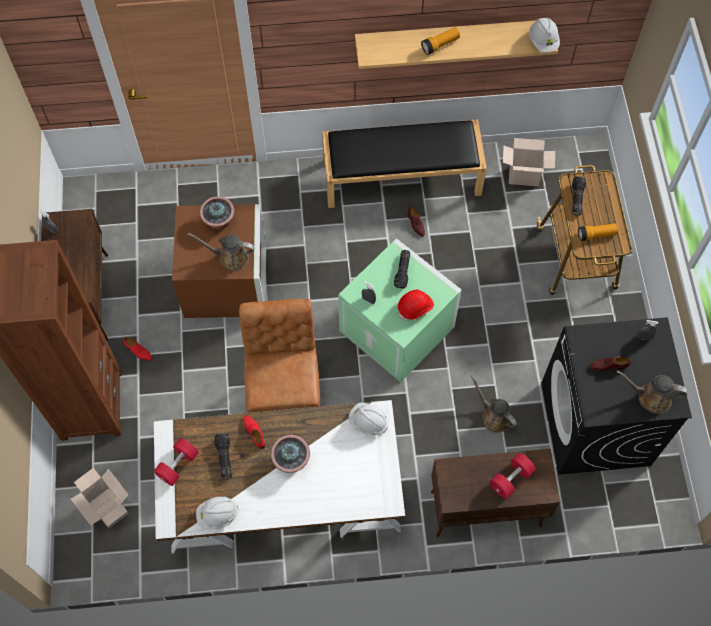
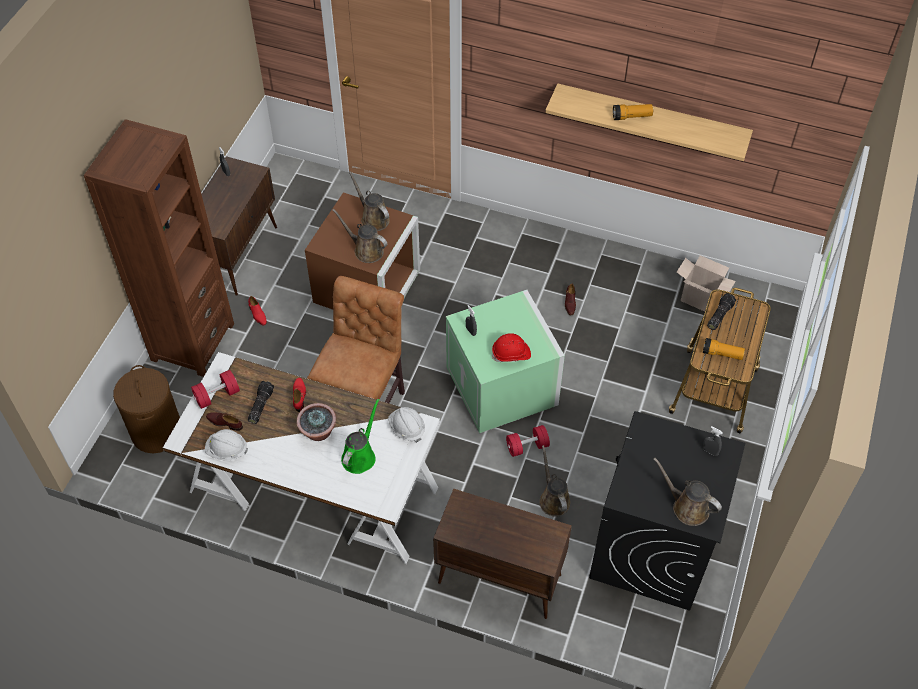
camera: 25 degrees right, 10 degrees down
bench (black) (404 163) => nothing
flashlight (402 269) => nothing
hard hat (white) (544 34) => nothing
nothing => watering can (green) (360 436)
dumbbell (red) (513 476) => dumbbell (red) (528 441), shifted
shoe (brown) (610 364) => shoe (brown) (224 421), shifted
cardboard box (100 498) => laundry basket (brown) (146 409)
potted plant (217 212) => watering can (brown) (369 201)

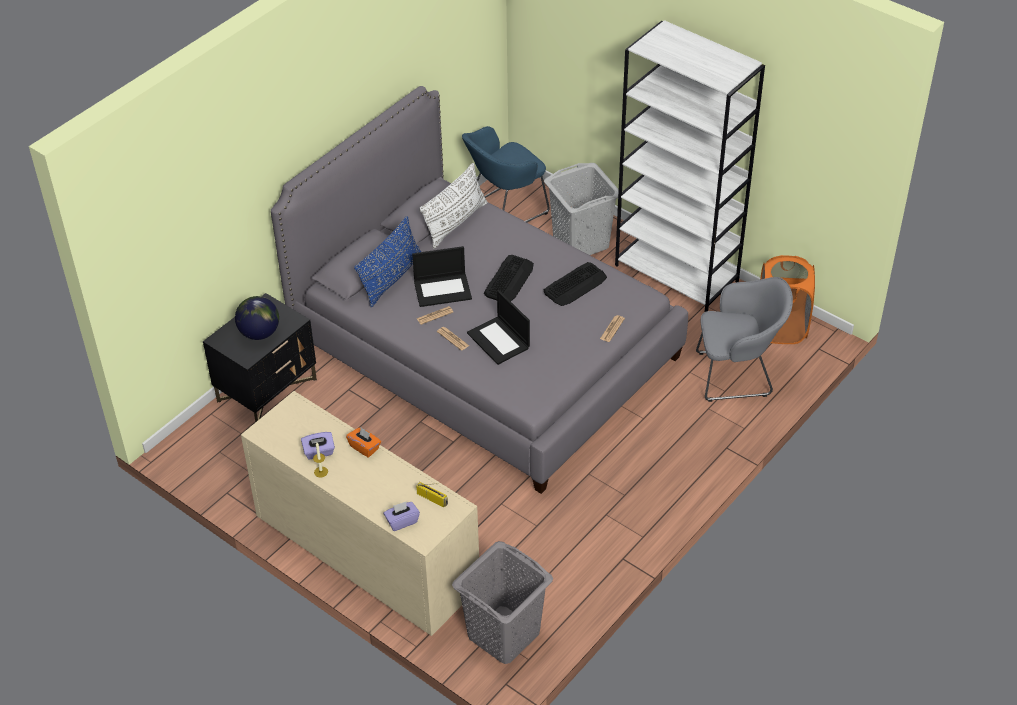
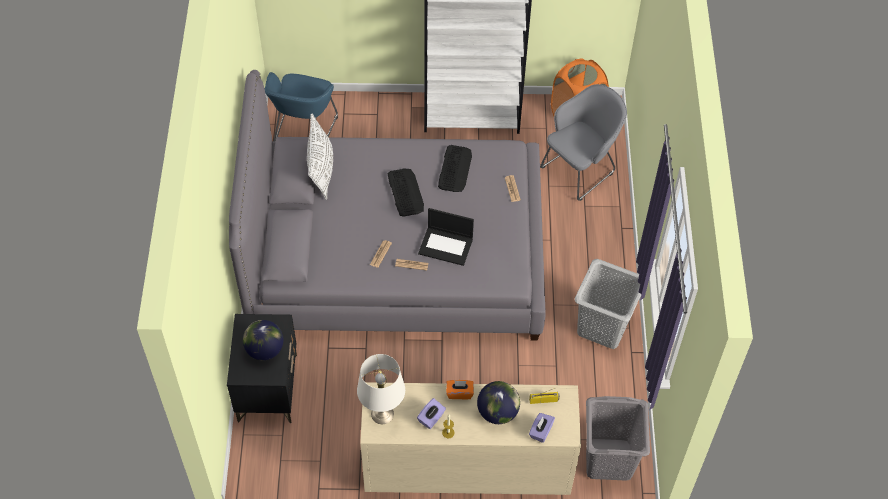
camera: 40 degrees left, 10 degrees up
pillow (blue) (387 262) => nothing
laptop (442 276) => nothing
nothing => table lamp (white) (381 389)
nothing => globe (498 402)
laundry basket (grey) (581 209) => laundry basket (grey) (608 304), shifted

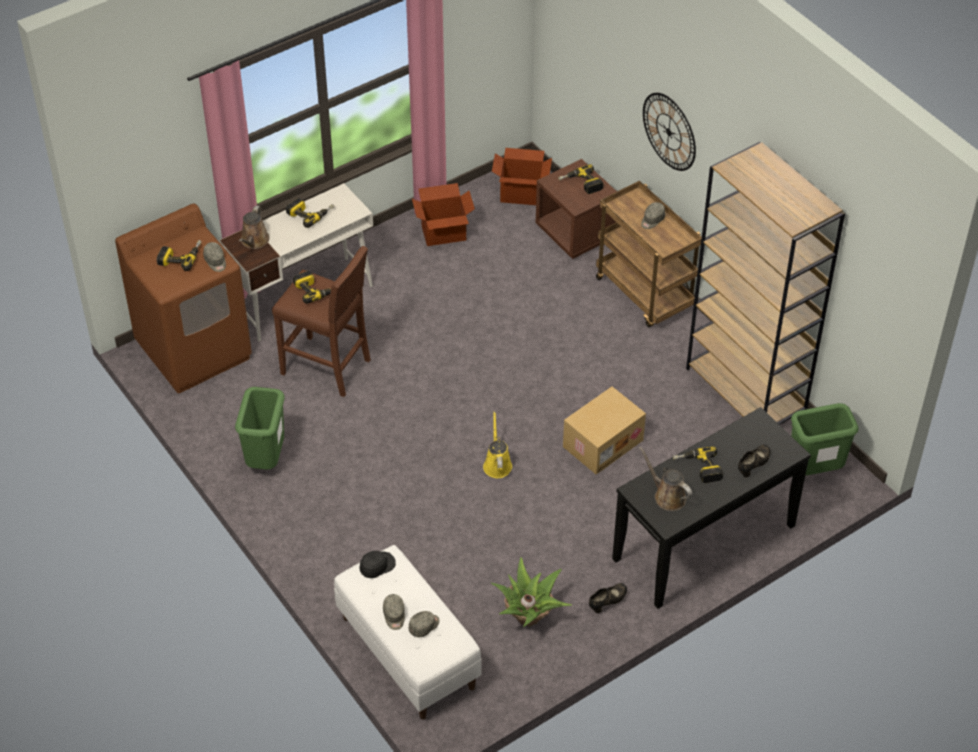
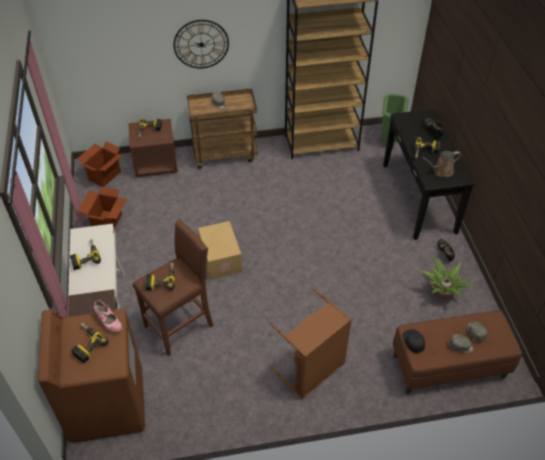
camera: 65 degrees left, 0 degrees up
trash can (green) (260 428) => nothing
watering can (brown) (254 227) => nothing
watering can (yellow) (497 444) => nothing
nothing => laundry basket (brown) (310 343)
cardboard box (604 430) => cardboard box (220 250), shifted
cap (grey) (214 257) => shoe (pink) (108 316)
bench (white) (408 632) => bench (brown) (457 352)

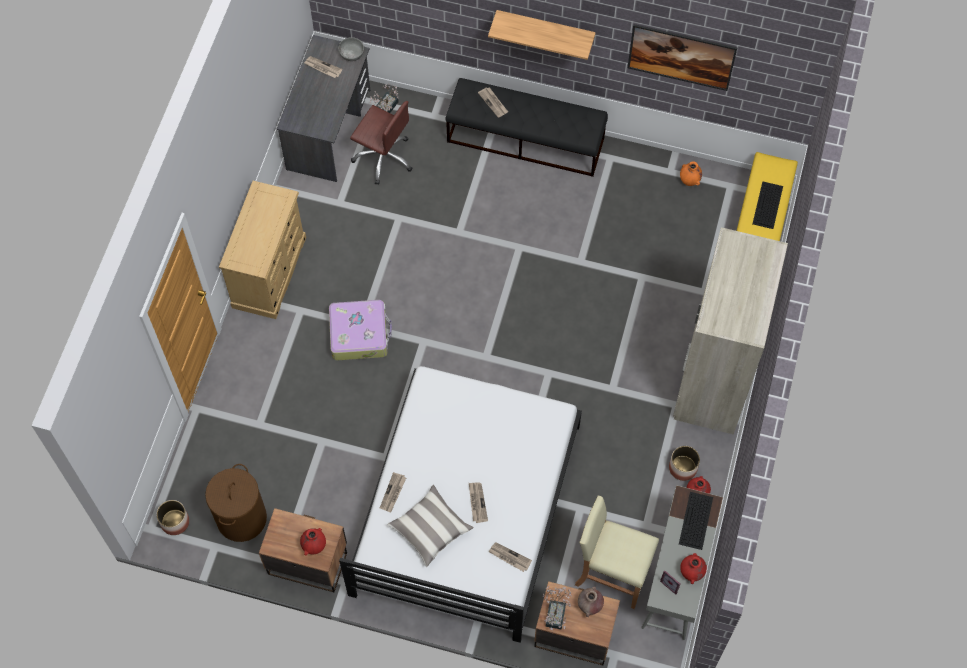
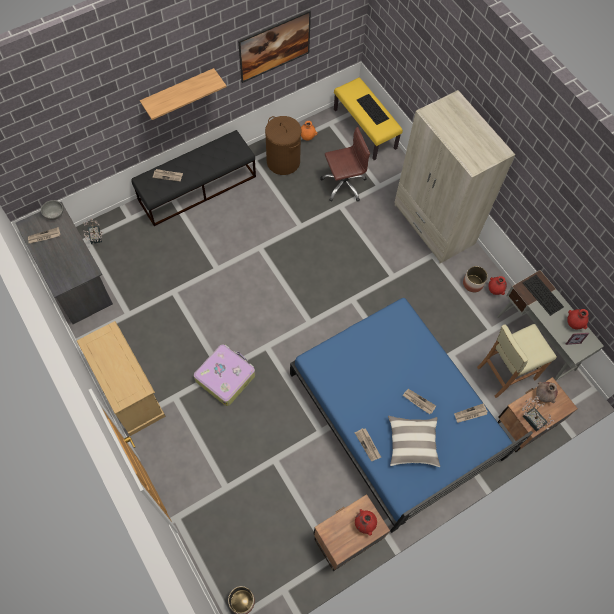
camera: 50 degrees left, 0 degrees up
laundry basket (brown) (236 503) => laundry basket (brown) (283 145), shifted
office chair (brown) (381 143) => office chair (brown) (345 164), shifted
bed (white) (460 504) => bed (blue) (411 415)

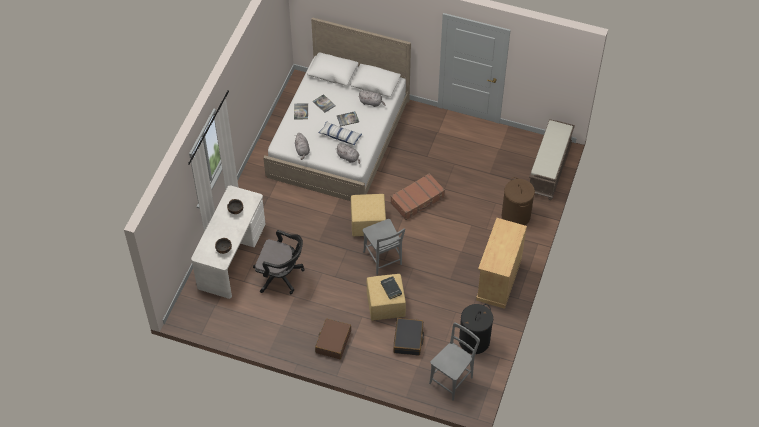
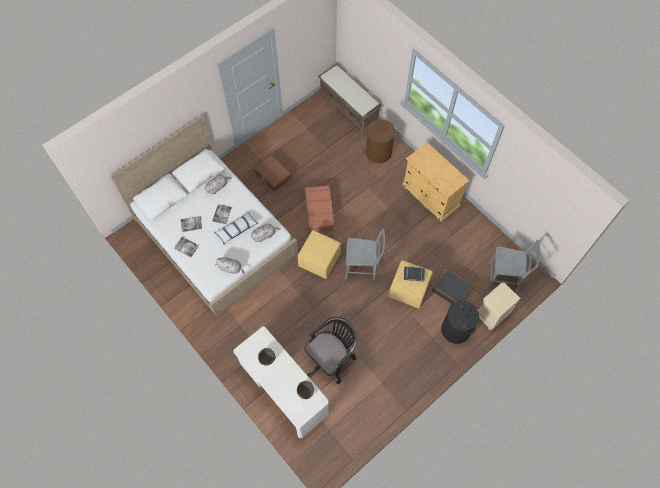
camera: 60 degrees left, 10 degrees up
nothing => nightstand (beige) (499 306)
suitcase (brown) (333 339) => suitcase (brown) (272 173), shifted
laundry basket (black) (476 329) => laundry basket (black) (460 321), shifted
chair (grey) (454 361) => chair (grey) (513 266), 120 degrees clockwise

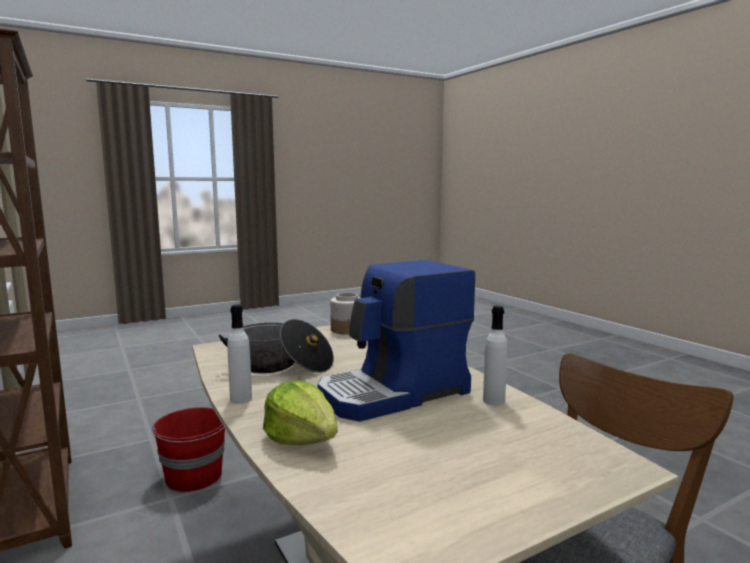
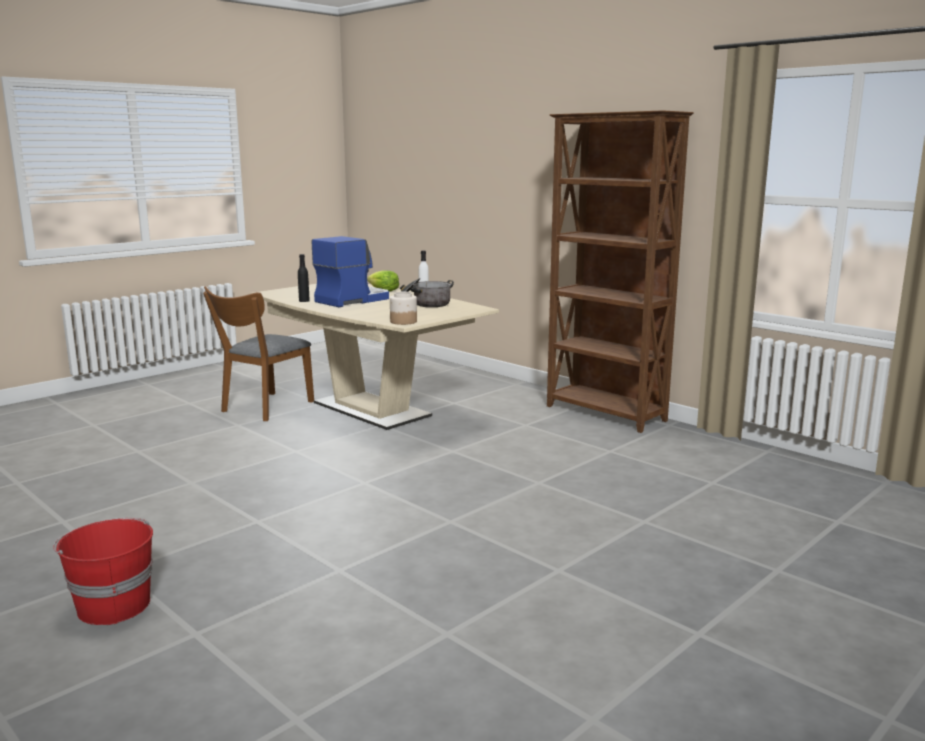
camera: 165 degrees right, 5 degrees up
bucket (red) (188 449) => bucket (red) (103 571), shifted
bottle (white) (495 356) => bottle (black) (304 278)

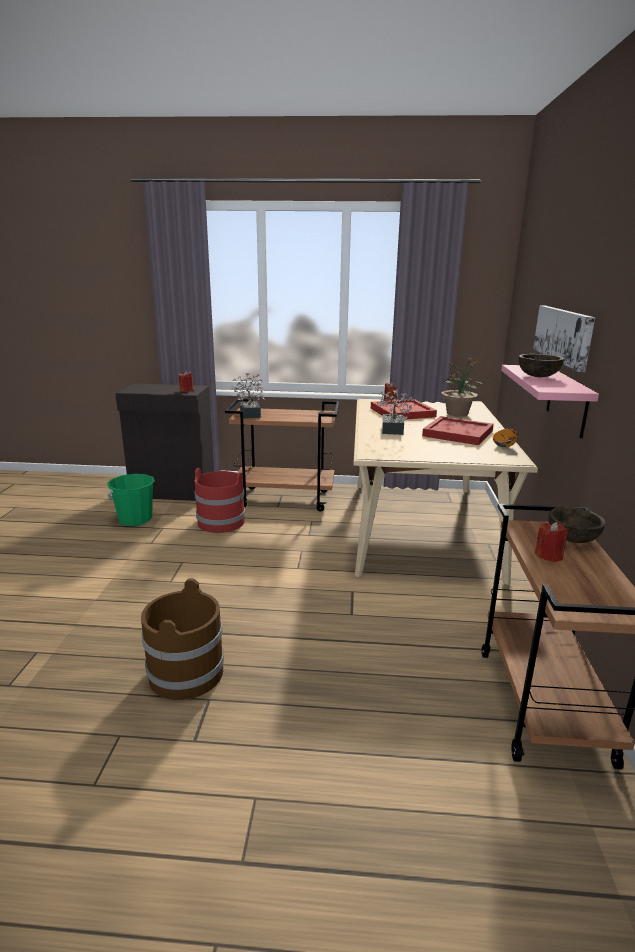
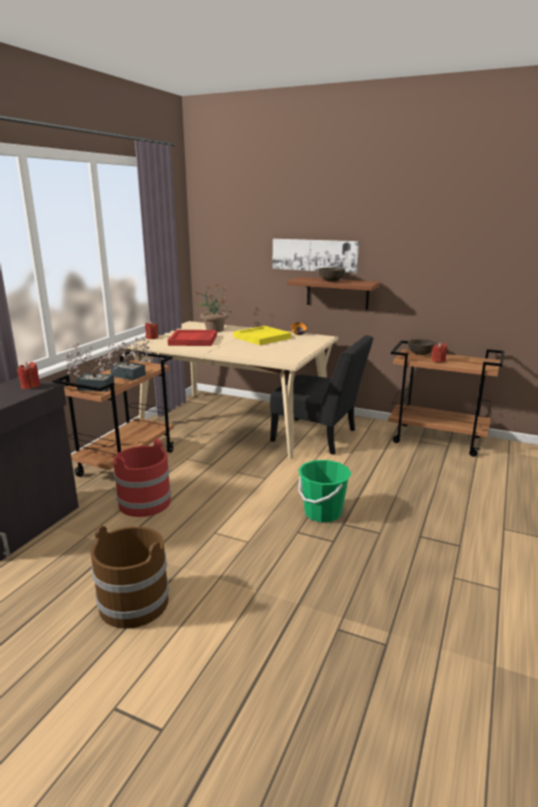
camera: 70 degrees left, 0 degrees up
nothing => chair (black) (322 395)
bucket (green) (131 500) => bucket (green) (324 491), shifted
bucket (brown) (182 639) => bucket (brown) (130 577), shifted
potted plant (396 412) => potted plant (128 359), shifted
tray (red) (458 430) => tray (yellow) (262 335)
shelf (pink) (550 402) => shelf (brown) (333 293)

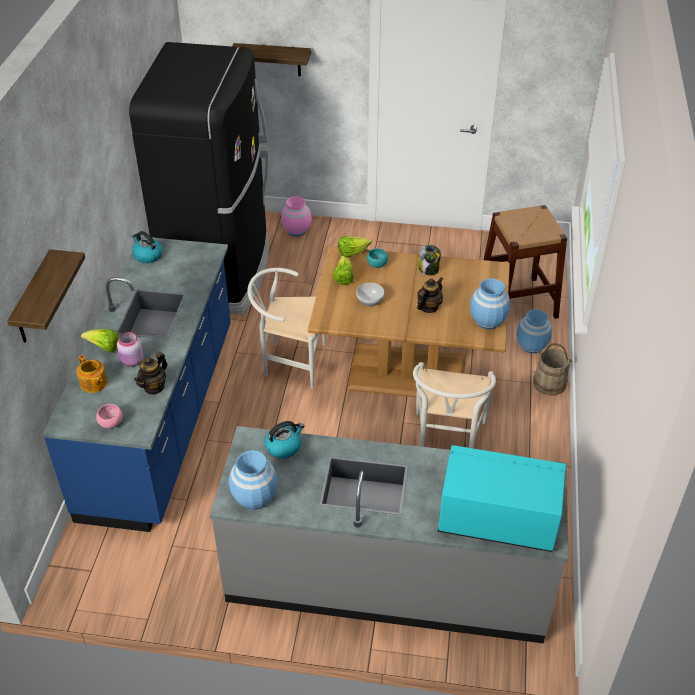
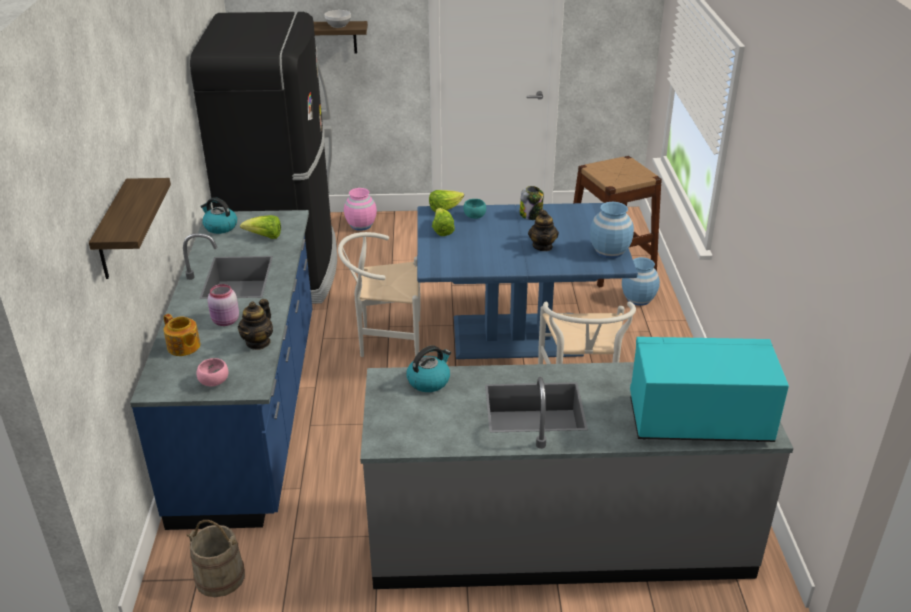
camera: 10 degrees left, 10 degrees down
vase (blue) (253 480) => nothing
lettuce (100 340) => lettuce (260 227), shifted
bowl (370 295) => bowl (338 19), shifted
bucket (beige) (553 369) => bucket (beige) (216 558), shifted
dining table (brown) (409 321) => dining table (blue) (527 281)
teapot (430 295) => teapot (543 230), 150 degrees clockwise

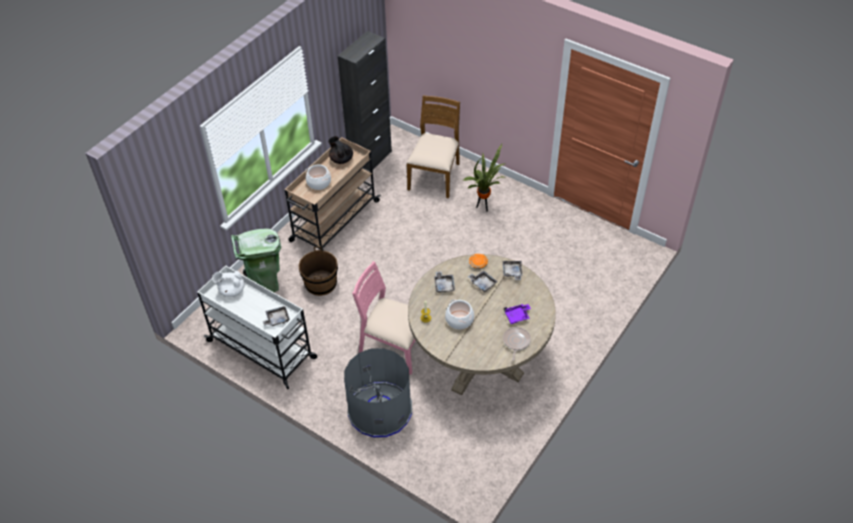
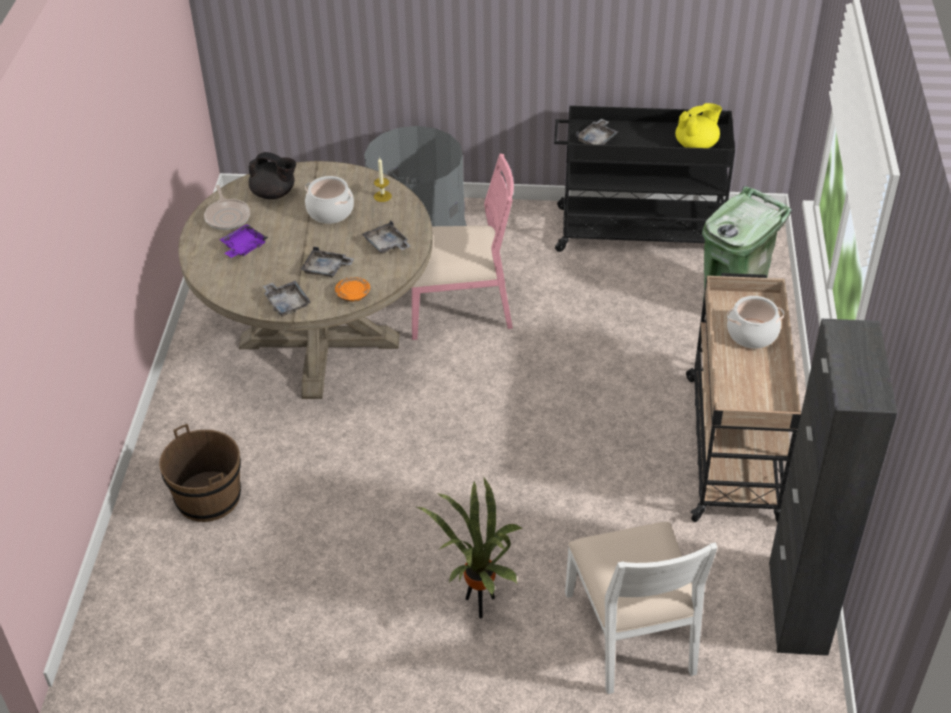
camera: 150 degrees right, 5 degrees down
bucket (brown) (318 271) => bucket (brown) (200 473), shifted
teapot (black) (340 150) => teapot (black) (272 175), shifted
cart (white) (257 327) => cart (black) (644 179)
teapot (white) (228 284) => teapot (yellow) (698 125)
chair (brown) (433 146) => chair (white) (641 608)

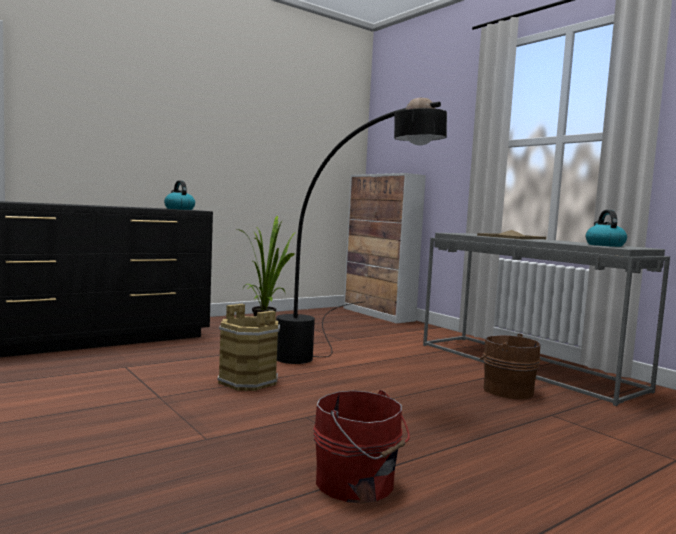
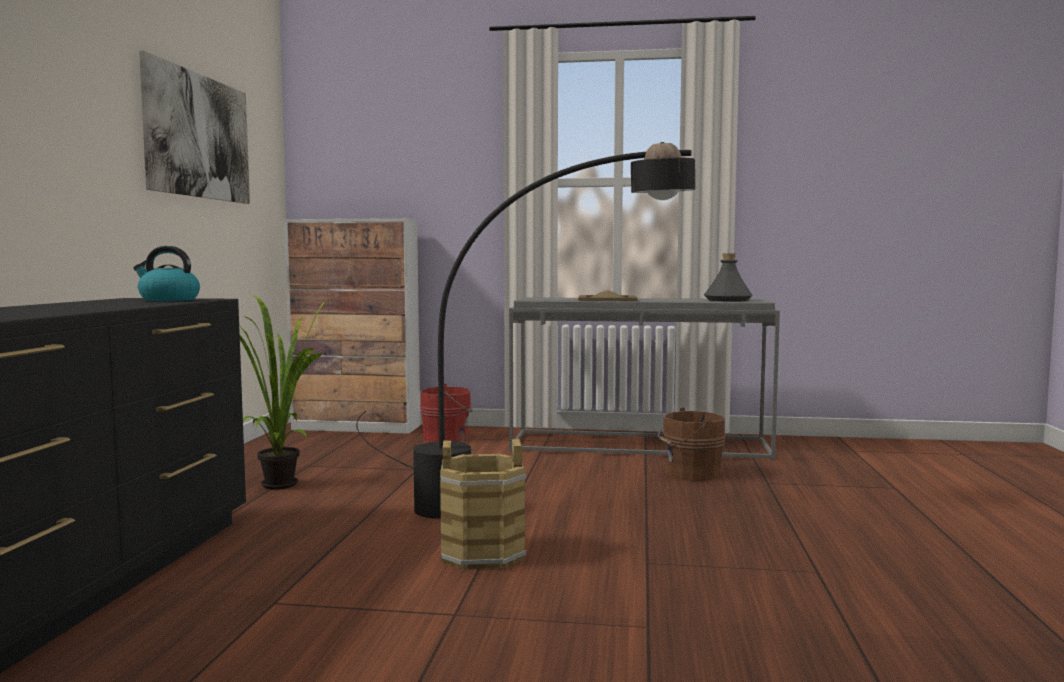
camera: 45 degrees left, 0 degrees up
nothing => picture (194 127)
bucket (red) (361 447) => bucket (red) (446 413), shifted
kettle (606 228) => bottle (grey) (728 278)

